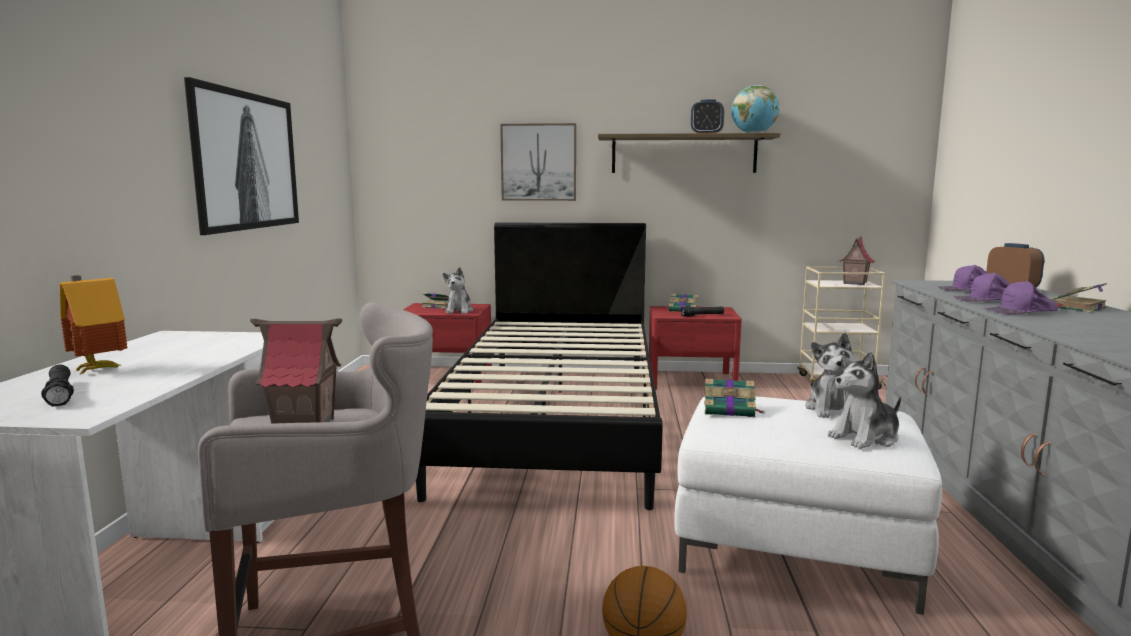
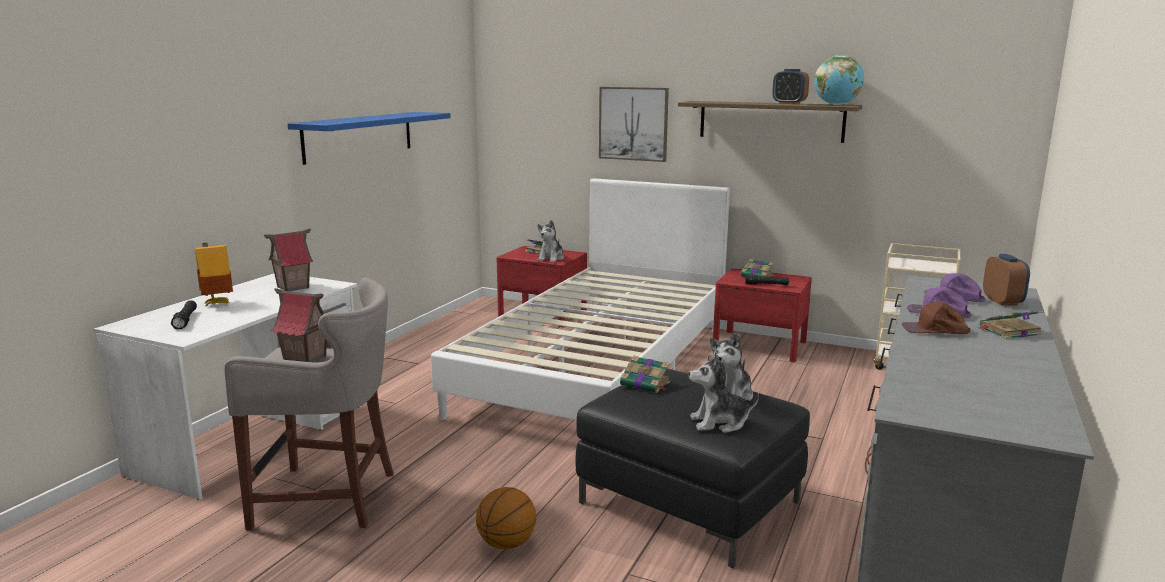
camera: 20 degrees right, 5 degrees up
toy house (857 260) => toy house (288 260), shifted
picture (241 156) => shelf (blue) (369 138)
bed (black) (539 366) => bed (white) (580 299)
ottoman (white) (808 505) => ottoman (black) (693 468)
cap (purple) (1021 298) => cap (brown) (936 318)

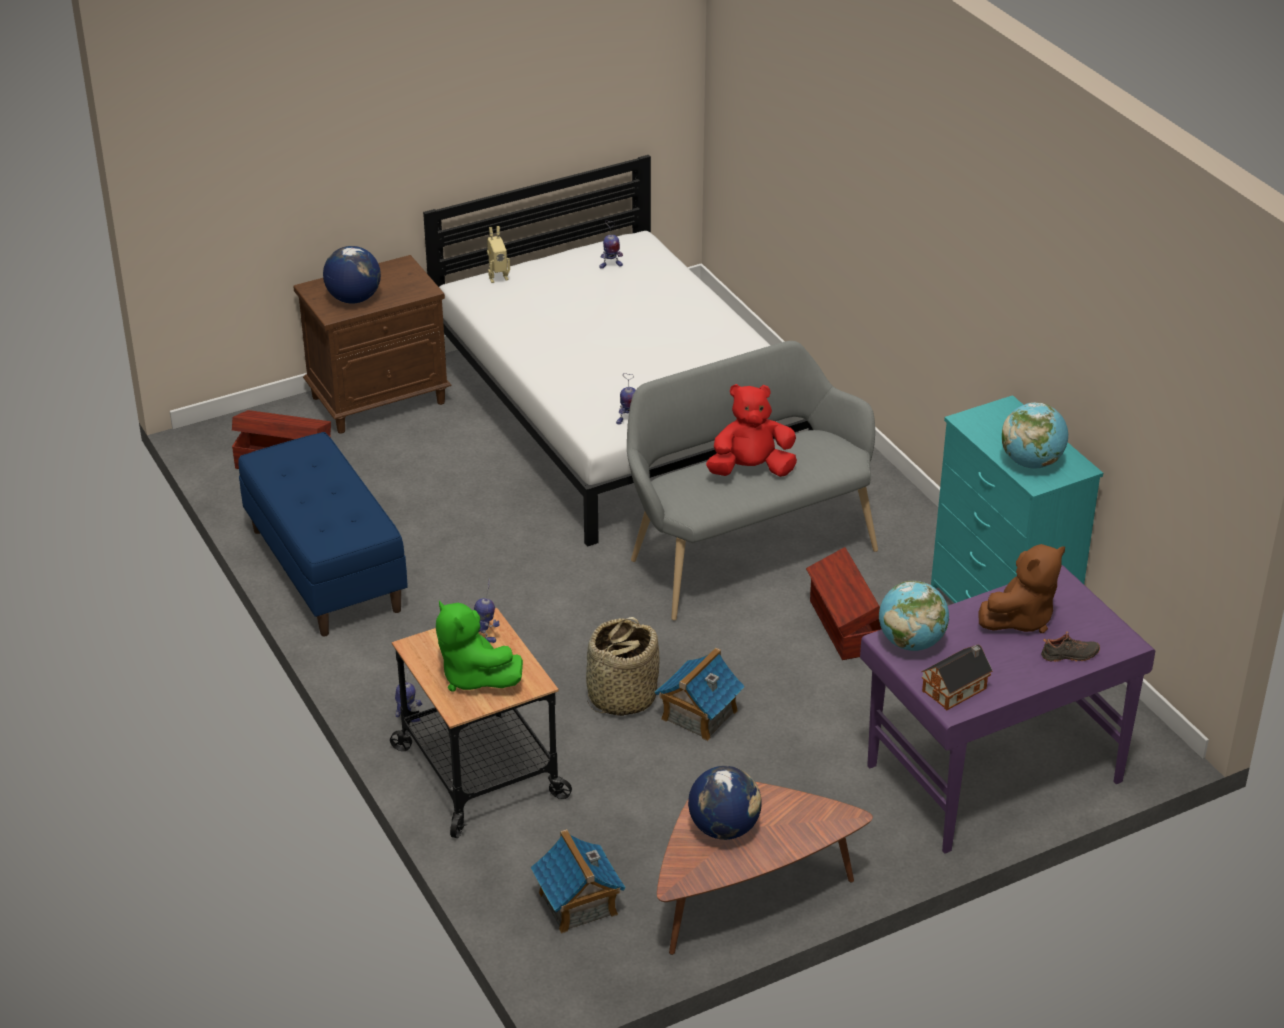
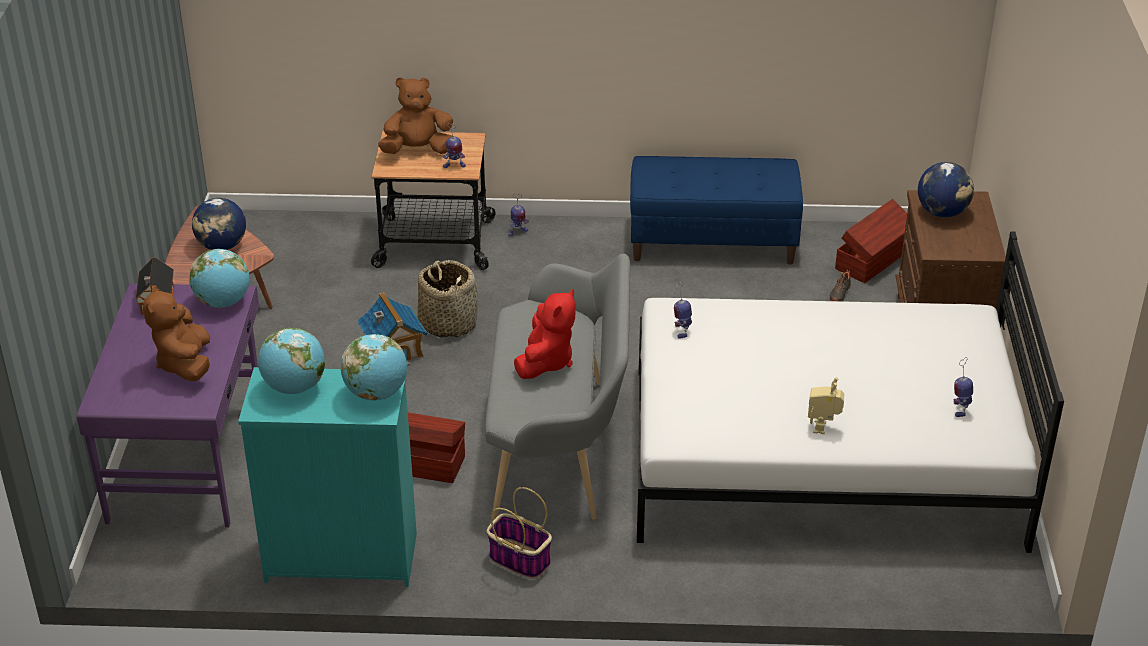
camera: 120 degrees right, 0 degrees up
toy house (578 881) => nothing
nothing => globe (374 367)
nothing => basket (519 533)
toy robot (498 254) => toy robot (826 405), shifted
shoe (black) (1070 646) => shoe (black) (840 285), shifted
plush toy (green) (479 646) => plush toy (brown) (416 115)

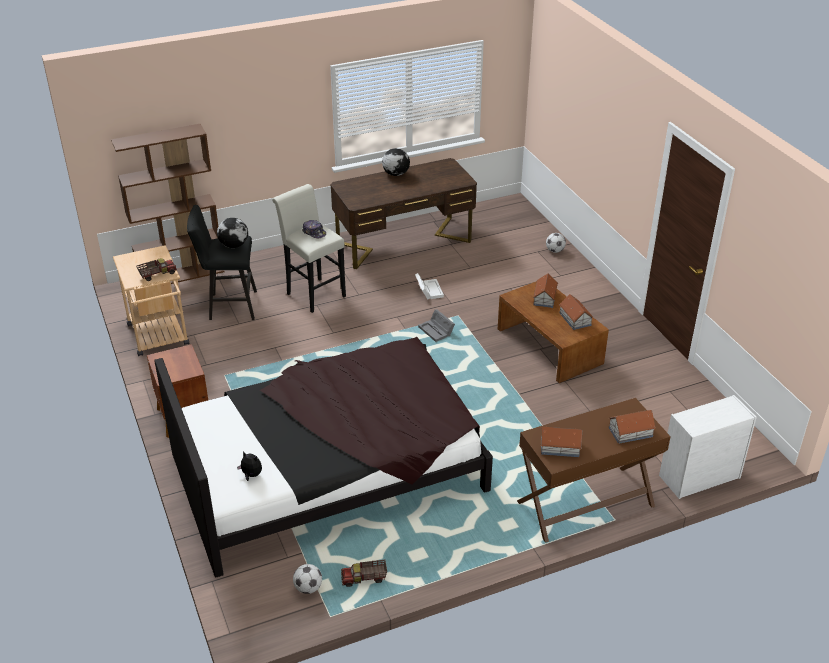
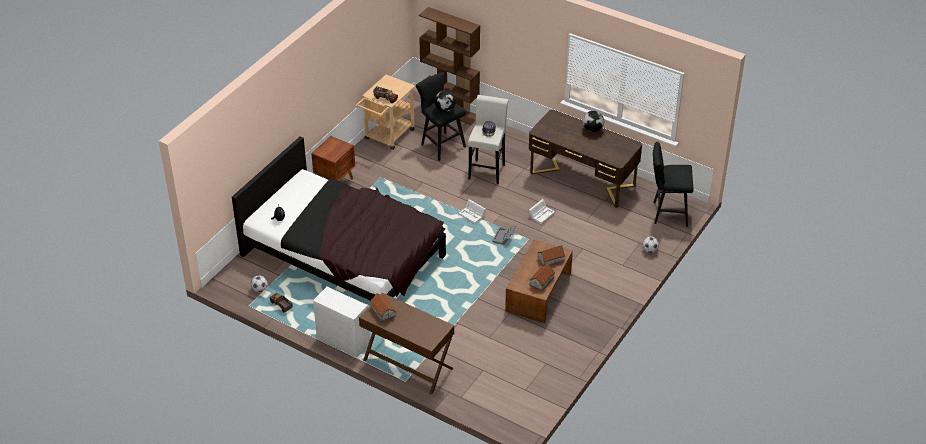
camera: 55 degrees right, 5 degrees up
toy house (632 427) => nothing
nothing => storage box (white) (472 211)
nothing => stool (black) (673 184)
dresser (white) (708 447) => dresser (white) (341 322), shifted

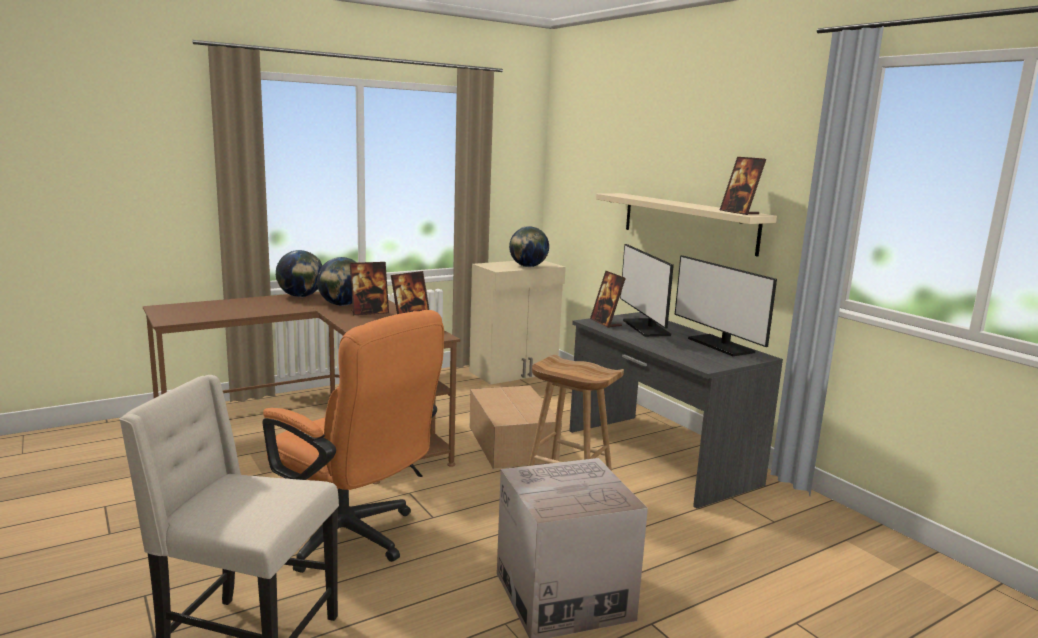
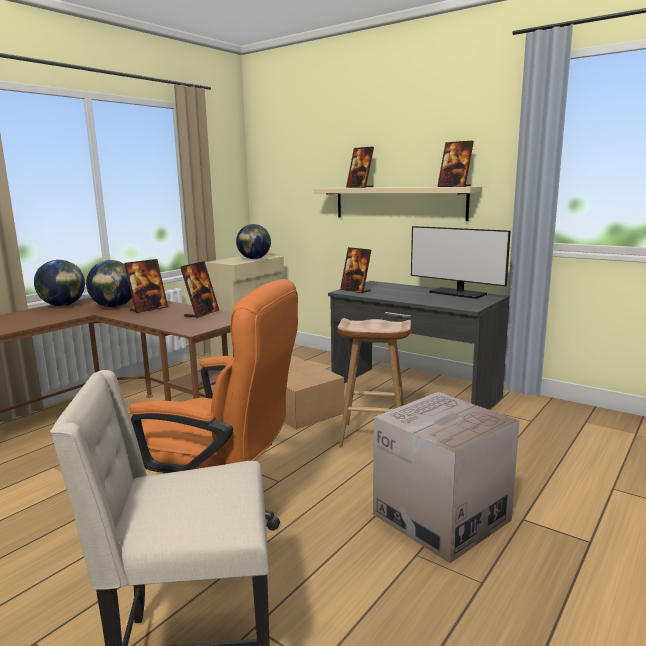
camera: 20 degrees left, 0 degrees up
monitor (647 290) => nothing
nothing => picture frame (360 167)

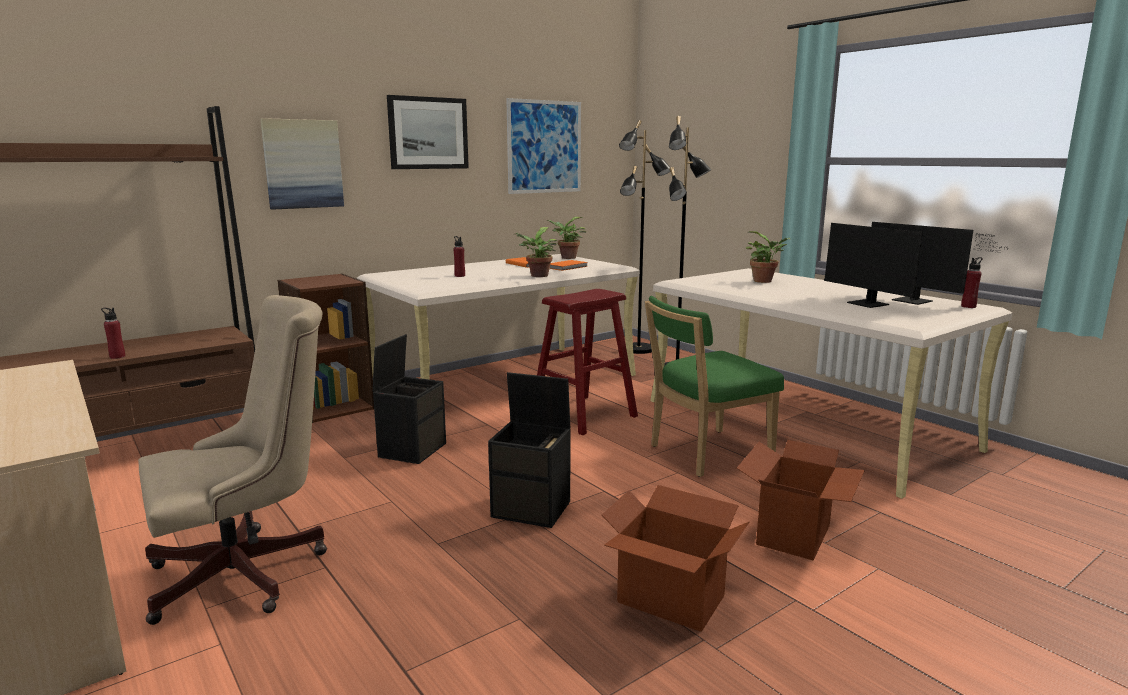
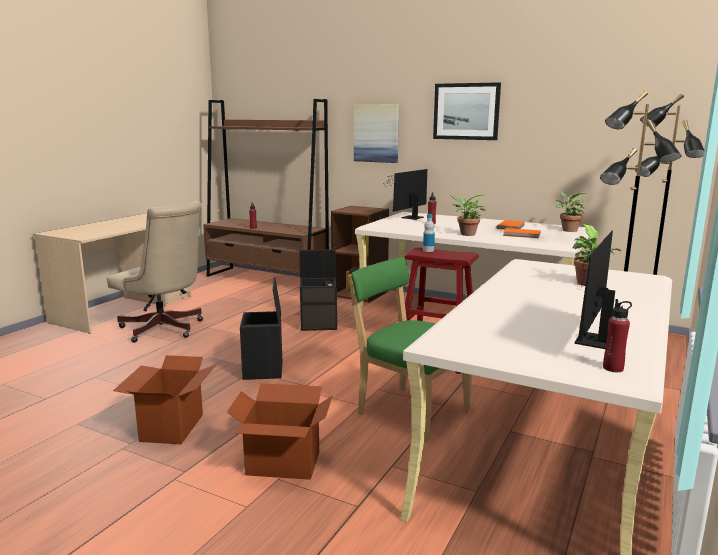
camera: 65 degrees right, 0 degrees up
picture (543 146) => nothing
nothing => bottle (429 233)
monitor (889 265) => monitor (405 194), shifted

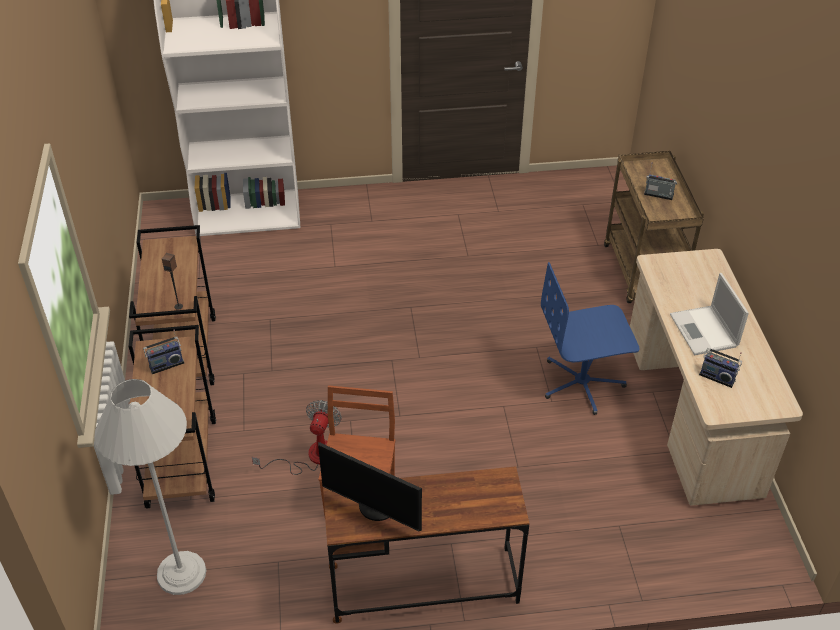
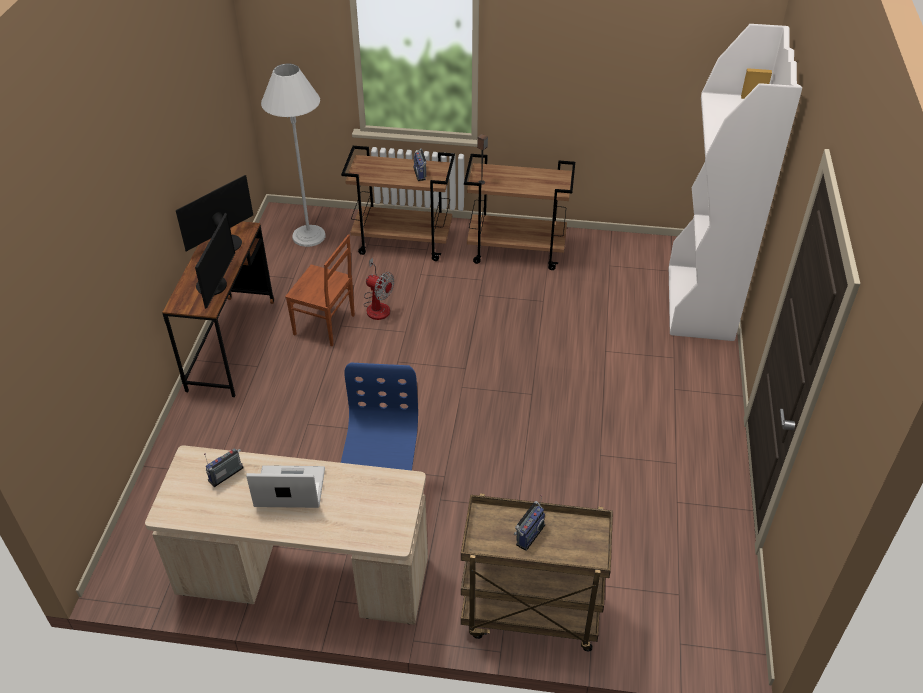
camera: 105 degrees right, 0 degrees up
nothing => monitor (215 260)

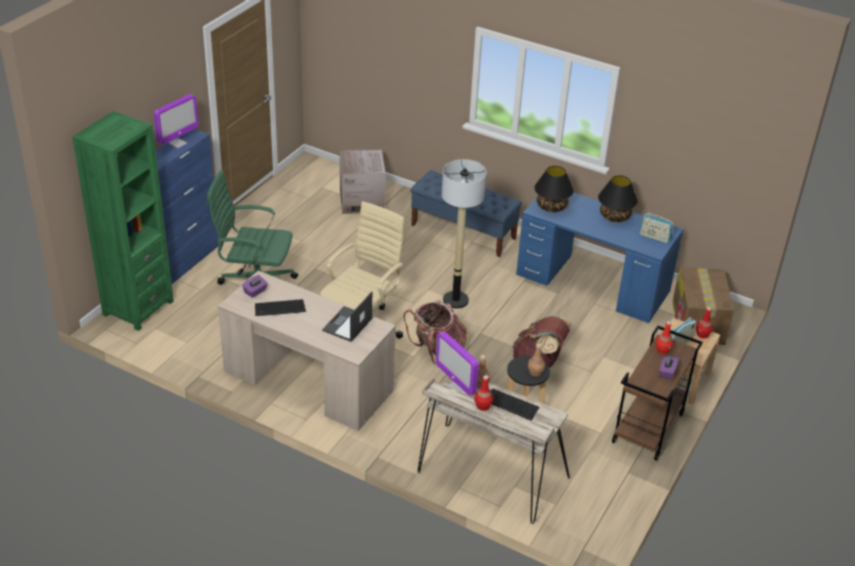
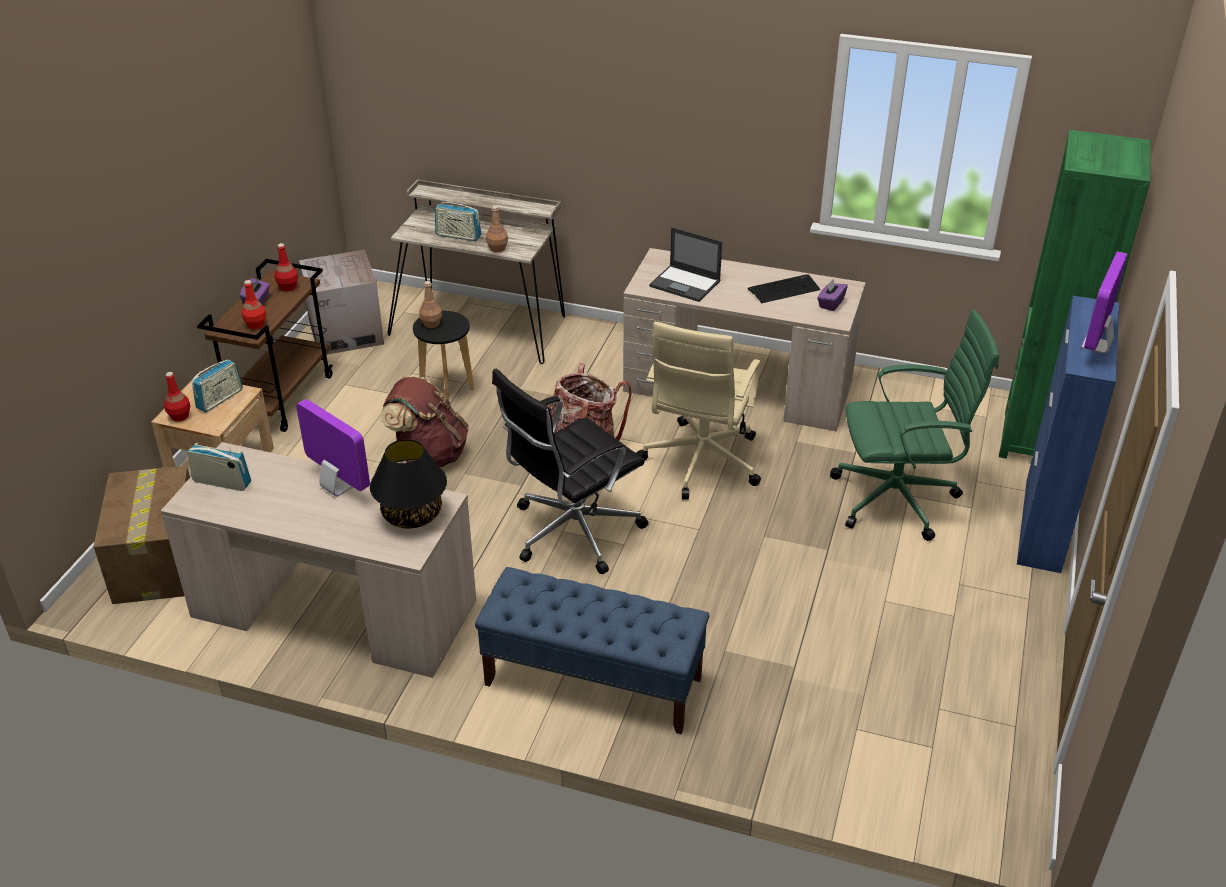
camera: 170 degrees right, 0 degrees up
table lamp (black) (618 199) => nothing
cardboard box (363 182) => cardboard box (341 302), shifted
monitor (457 363) => monitor (333 447), shifted
bottle (red) (483 393) => bottle (red) (286 267), shifted
floor lamp (464 234) => office chair (black) (570 471)
keyboard (515 405) => radio (458 220)
desk (blue) (599 257) => desk (beige) (318 560)
laptop (347 316) => laptop (685 264), 105 degrees clockwise

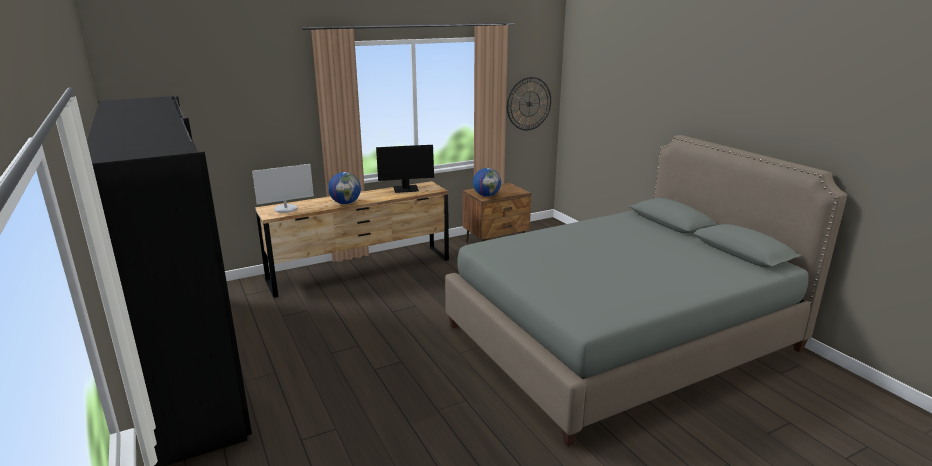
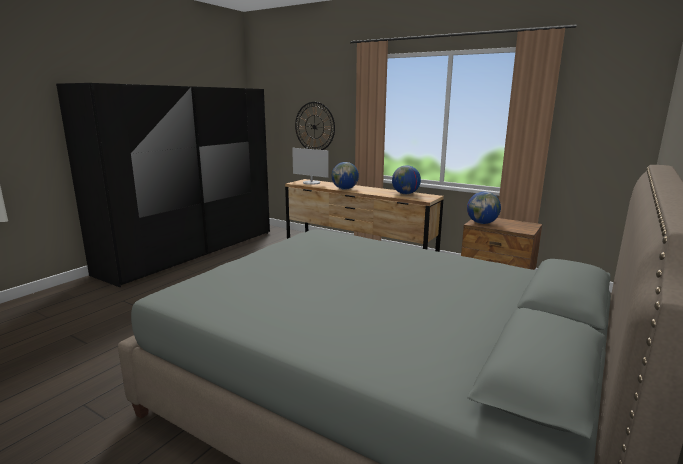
camera: 60 degrees right, 5 degrees down
wall clock (529 103) => wall clock (315 126), shifted
monitor (405 169) => globe (406 179)

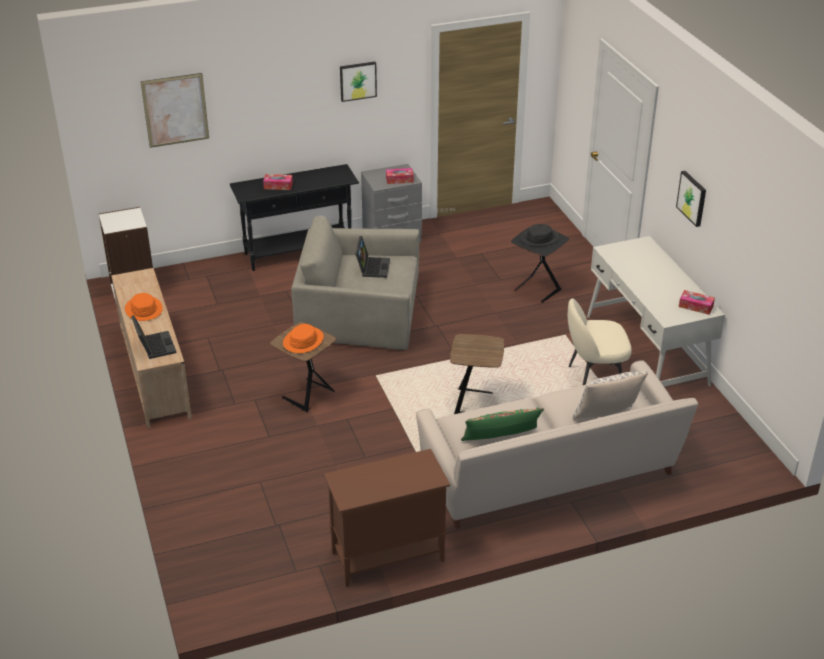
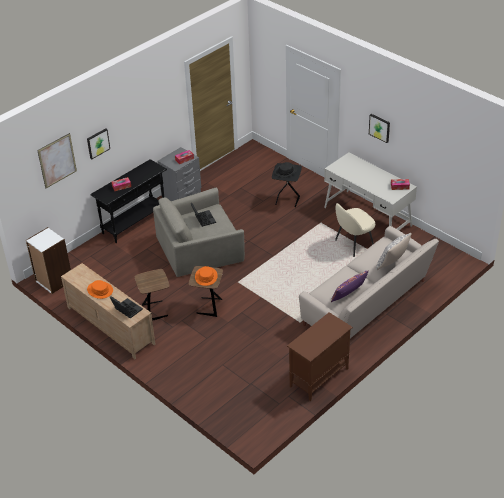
camera: 25 degrees left, 5 degrees up
picture (358 82) => picture (98 143), shifted
side table (brown) (477 374) => side table (brown) (152 295), shifted
pillow (green) (502 424) => pillow (purple) (350 286)

